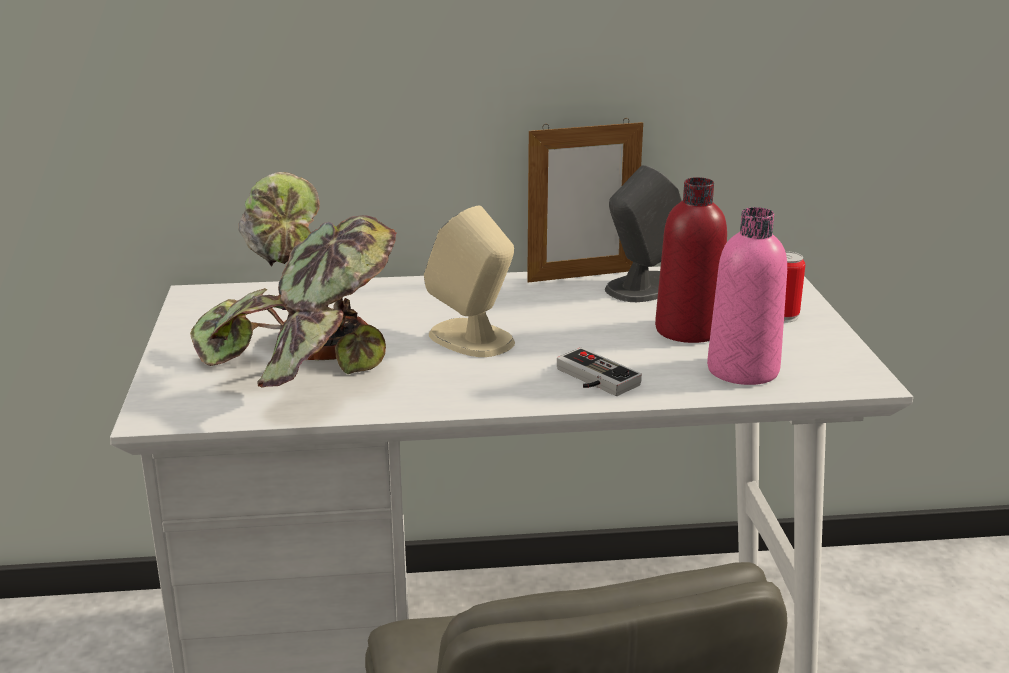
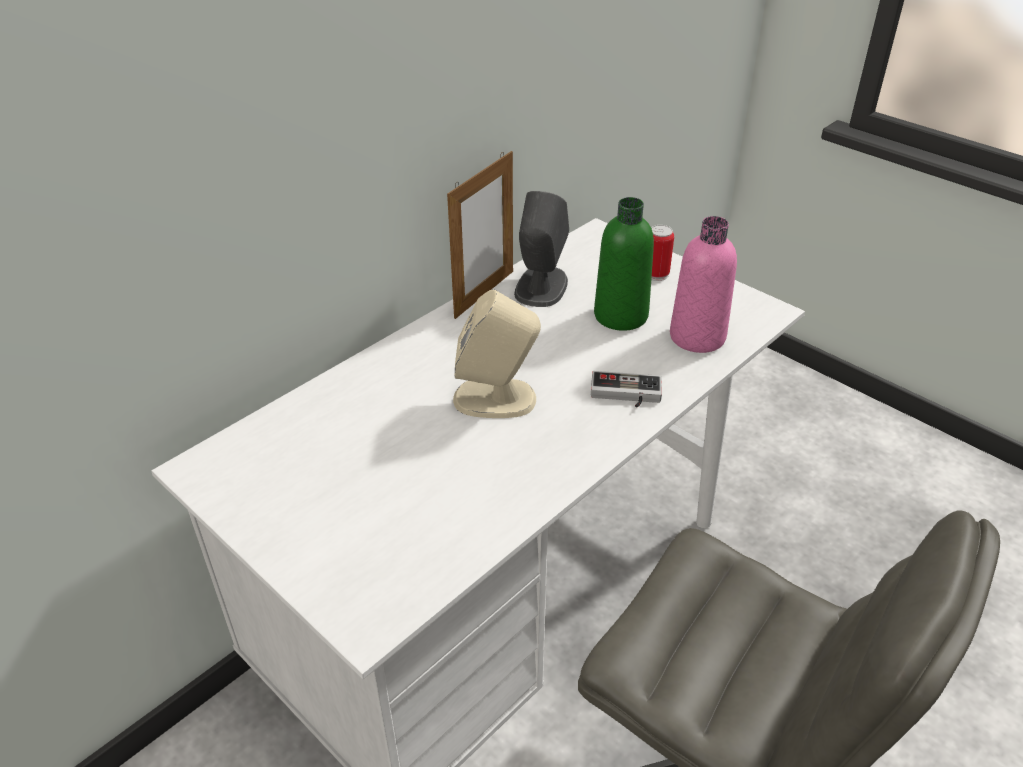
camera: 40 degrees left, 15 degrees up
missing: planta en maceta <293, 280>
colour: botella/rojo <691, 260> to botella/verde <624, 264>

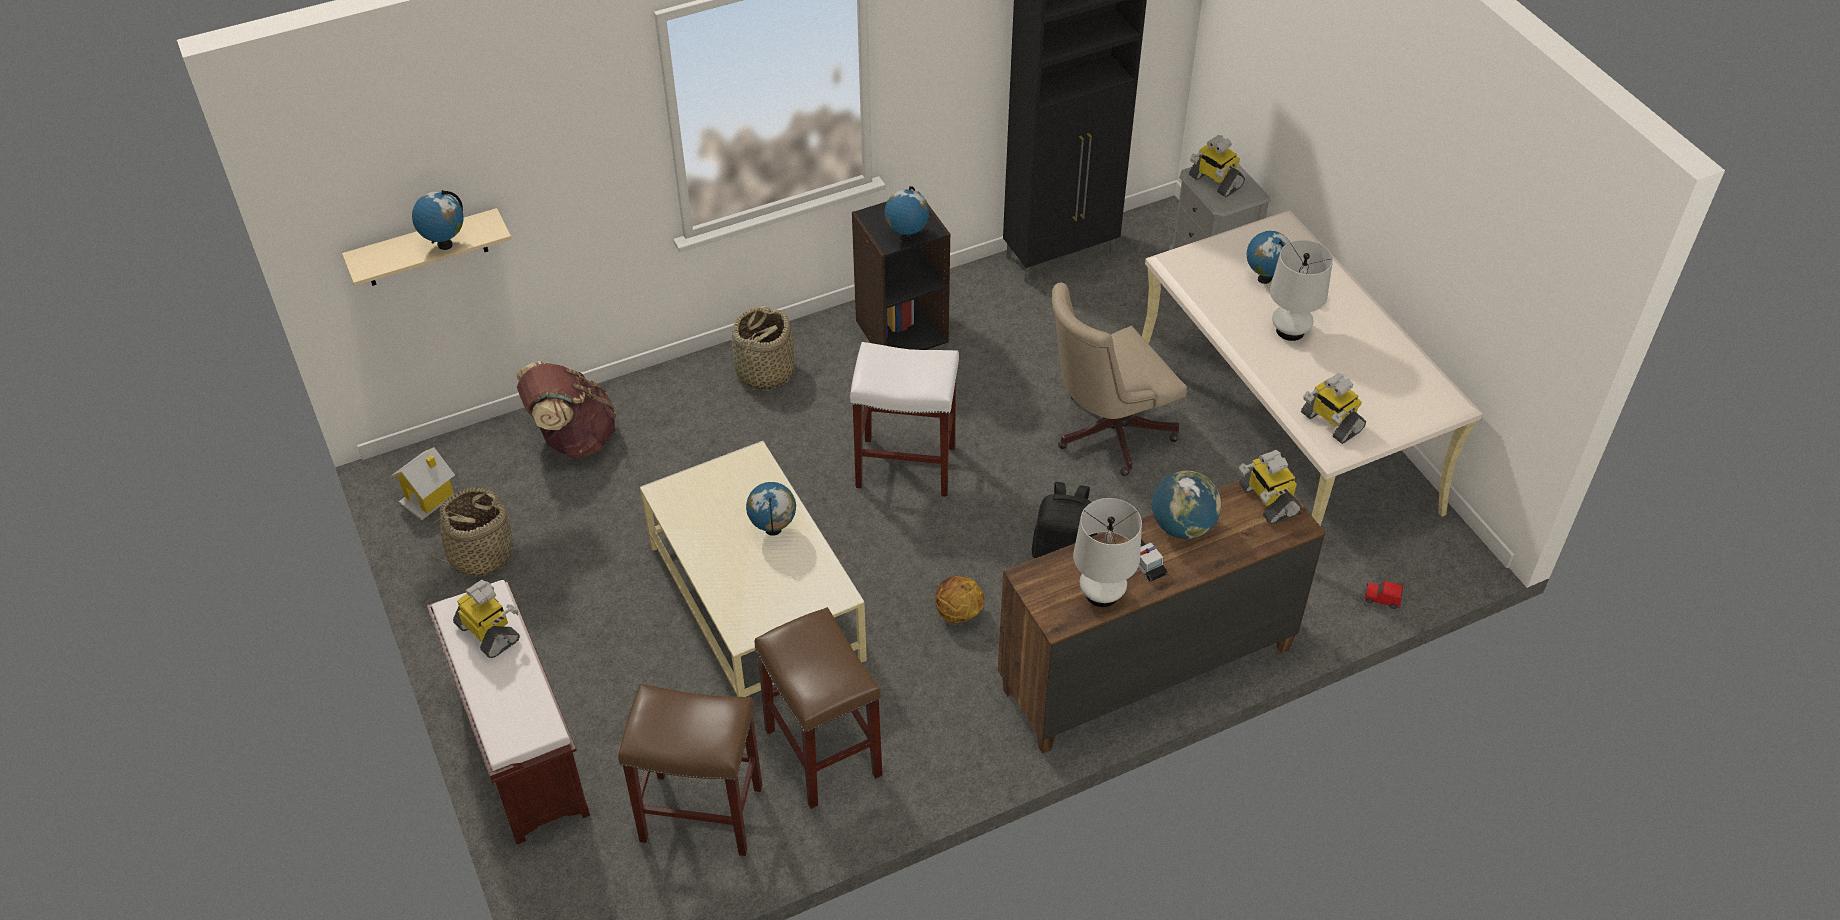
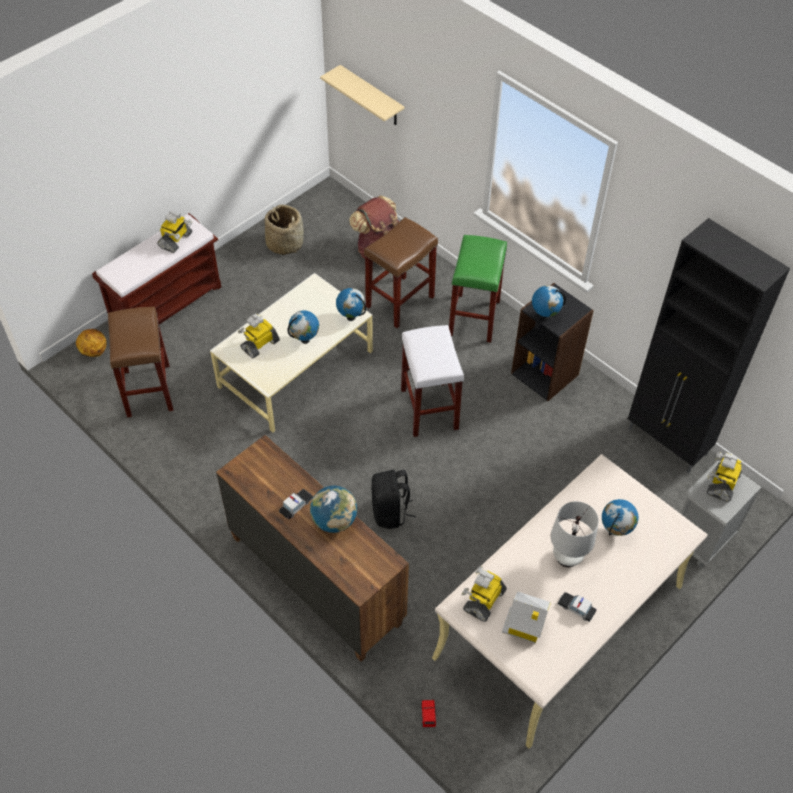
camera: 70 degrees right, 5 degrees up
missing: silla de oficina/beis <1119, 379>; lámpara de mesa/blanco <1107, 552>
appeared: coche de juguete <577, 607>
relocated: globo terráqueo <438, 220> to <351, 304>; casita <423, 483> to <526, 617>; robot de juguete <1270, 487> to <259, 336>; balón de baloncesto <960, 600> to <91, 343>; taburete/marrón <818, 708> to <401, 272>
exchanged: cesta <763, 347> to taburete/verde <478, 289>

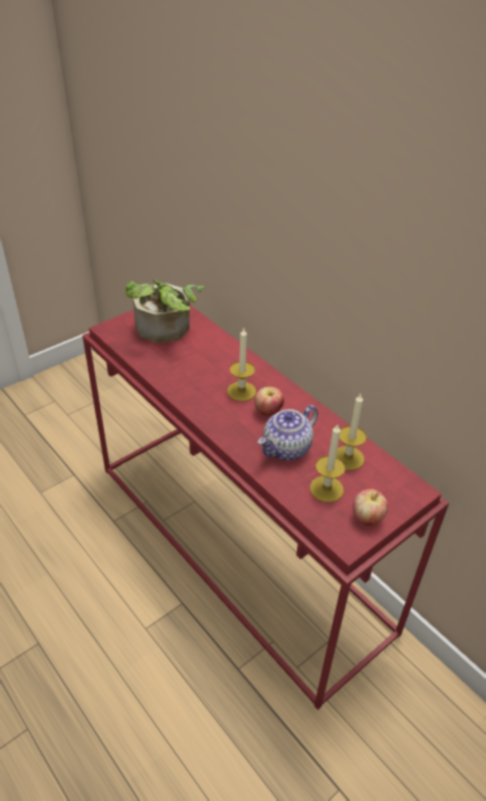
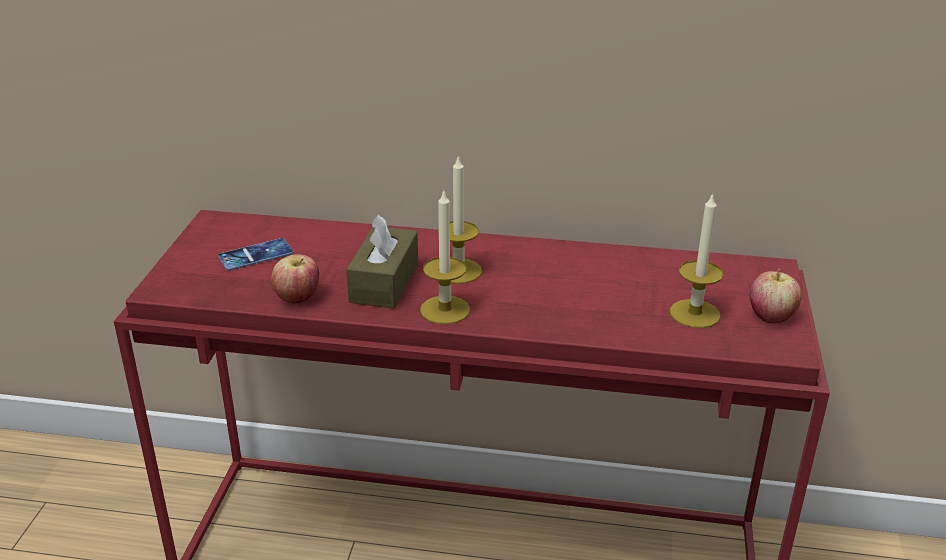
camera: 40 degrees left, 10 degrees down
missing: tetera <288, 432>
appeared: caja de pañuelos/marrón <382, 261>
relocated: manzana <269, 401> to <295, 279>; vela <351, 431> to <445, 257>
exchanged: planta en maceta <164, 311> to móvil <256, 254>

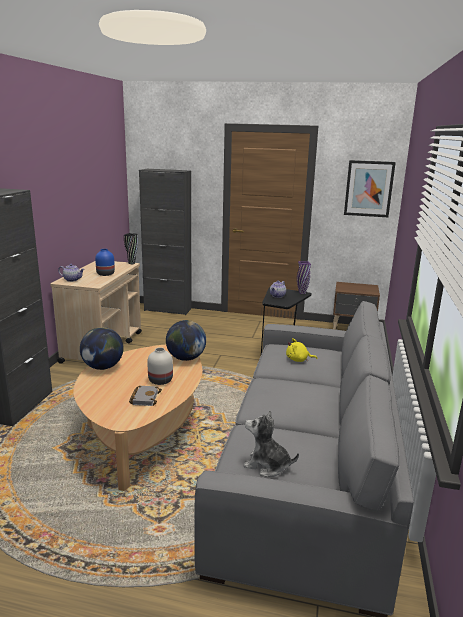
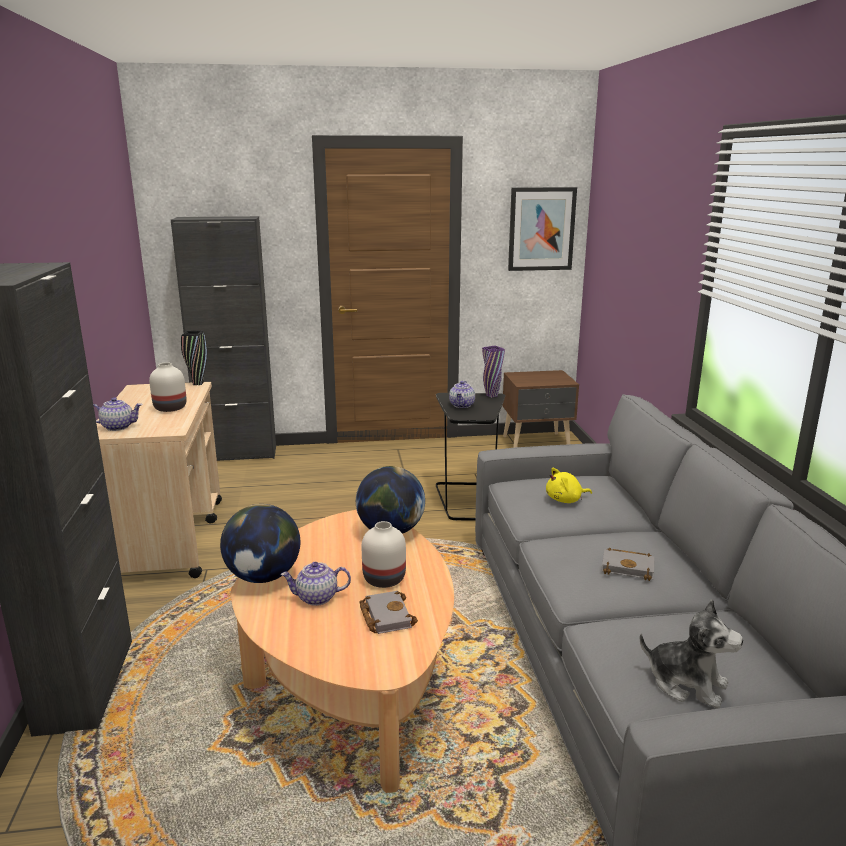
camera: 20 degrees left, 0 degrees up
appeared: libro/gris <627, 564>; tetera <316, 584>
colour: florero/azul <105, 262> to florero/blanco <168, 387>
spun: peluche <271, 443> = <691, 654> 150 degrees counterclockwise

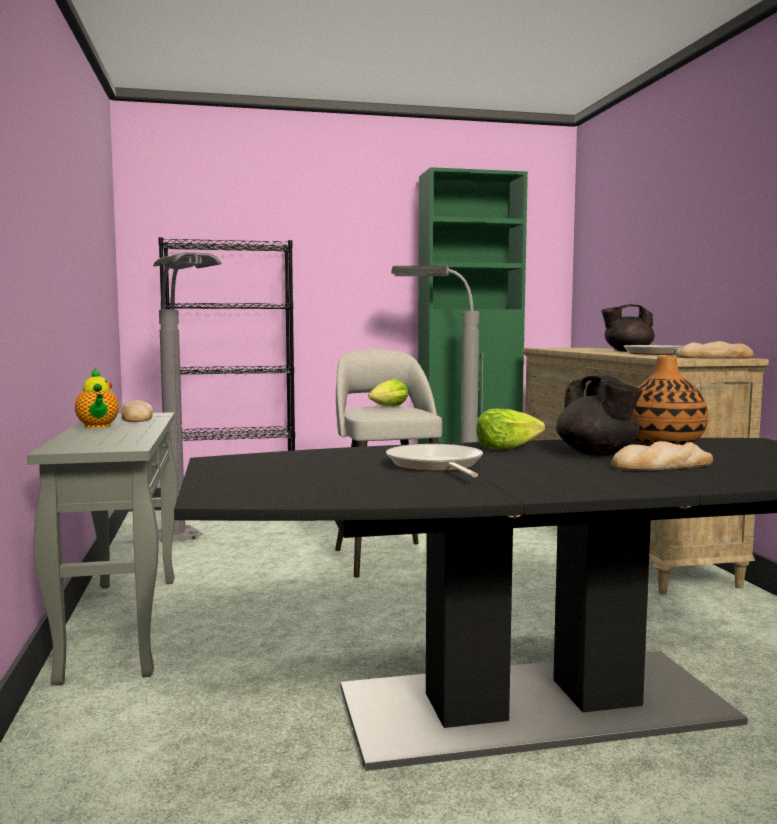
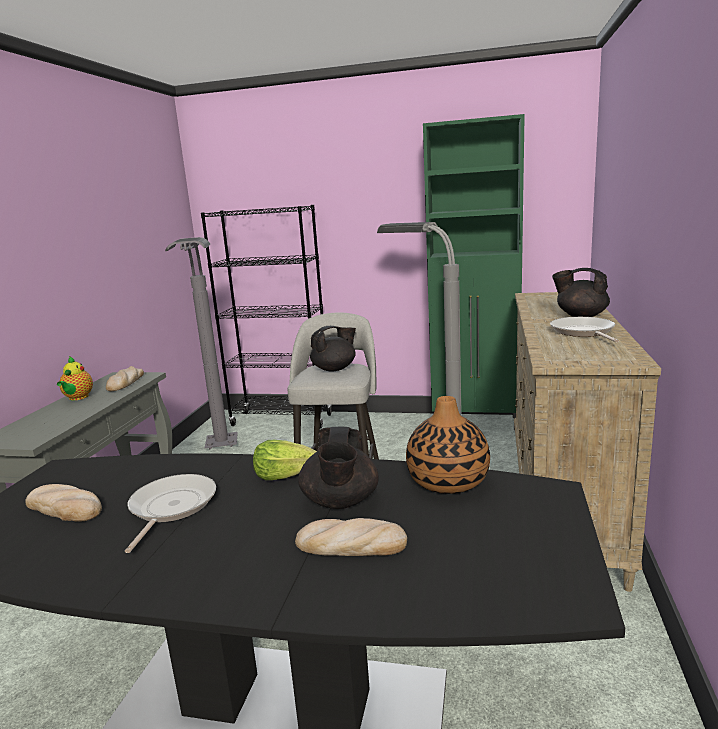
camera: 25 degrees right, 10 degrees up
relocated: pan <715, 349> to <63, 503>
exchanged: lechuga <388, 392> to tetera/negro <333, 348>

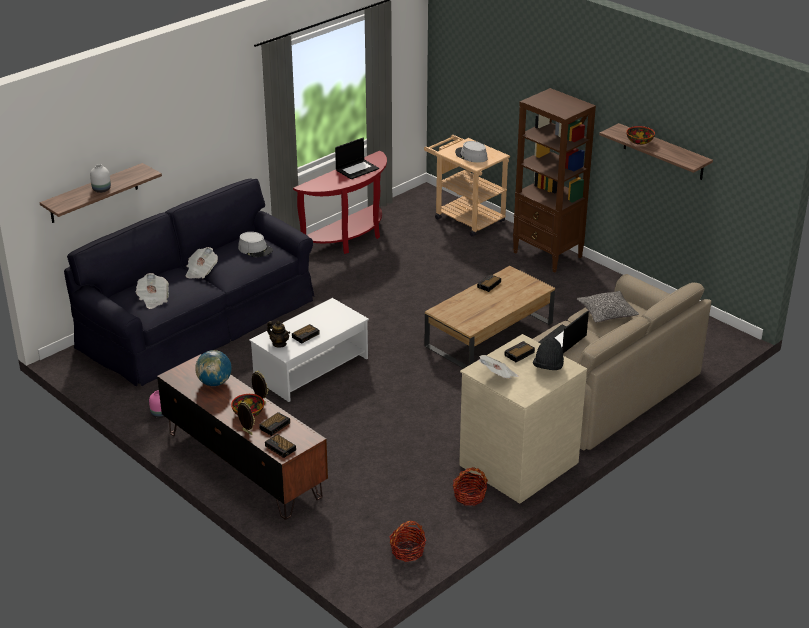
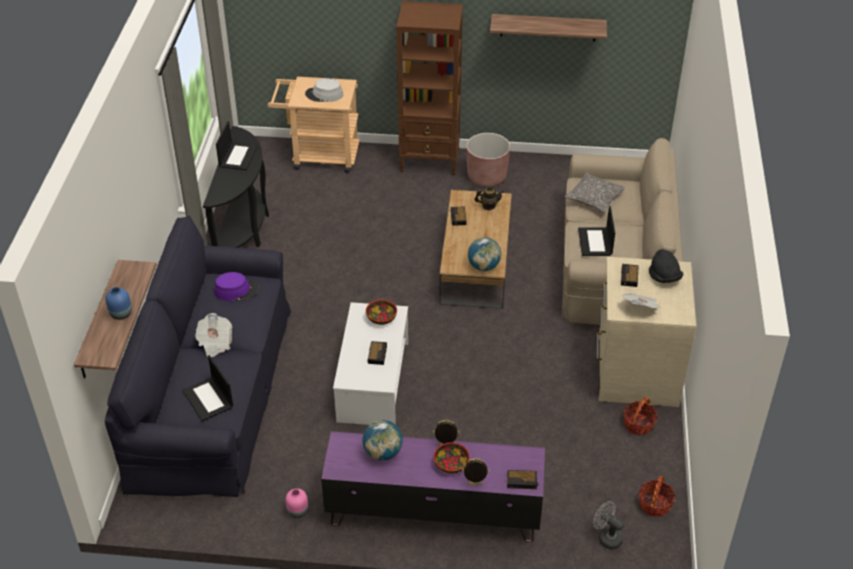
camera: 40 degrees left, 10 degrees up
missing: despertador <274, 424>
appeared: maceta/marrón <488, 160>; globo terráqueo <484, 254>; ventilador/gris <608, 525>
relocated: cuenco <640, 135> to <381, 312>; tetera <278, 334> to <489, 197>
exchanged: periódico <152, 291> to portátil <207, 388>
colour: mesa consola/rojo <340, 202> to mesa consola/negro <236, 187>; florero/blanco <100, 178> to florero/azul <118, 303>; sombrero/gris <255, 244> to sombrero/morado <236, 286>; mueble de televisión/marrón <242, 437> to mueble de televisión/morado <433, 486>

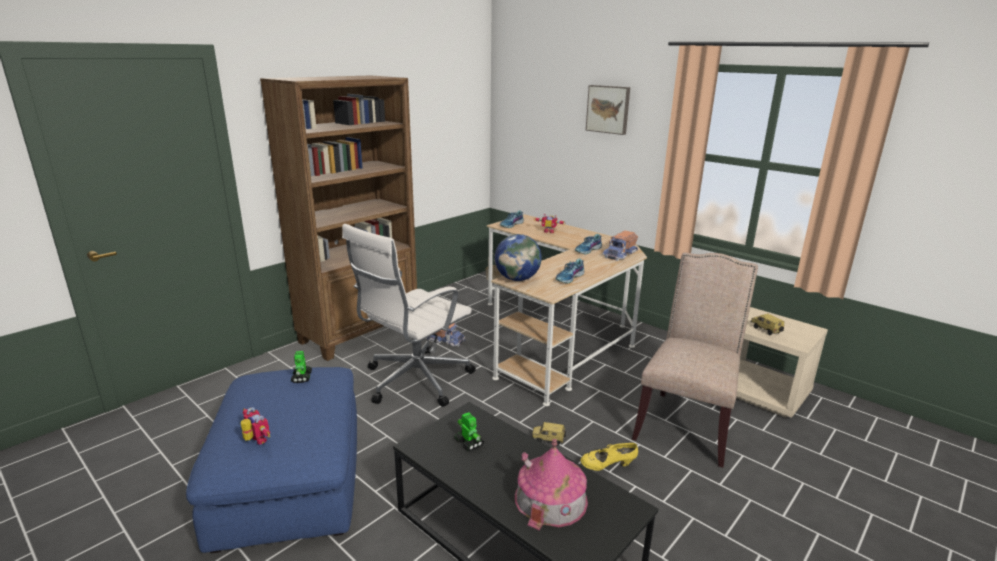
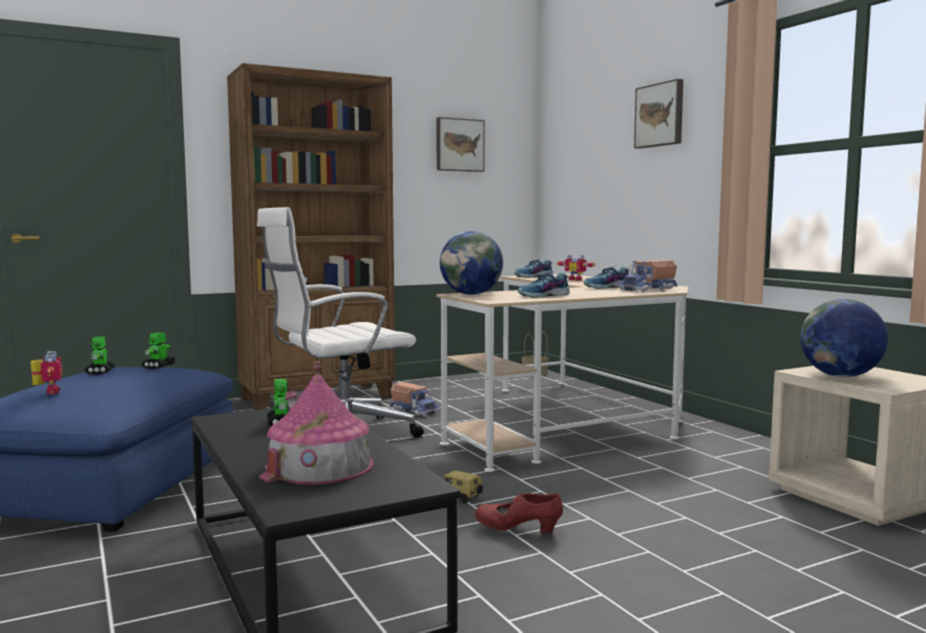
camera: 20 degrees right, 15 degrees down
missing: silla/beis <695, 360>
appeared: cuadro <460, 144>; robot de juguete <100, 355>
exchanged: coche de juguete <767, 324> to globo terráqueo <844, 338>
colour: zapato/amarillo <609, 457> to zapato/rojo <519, 513>

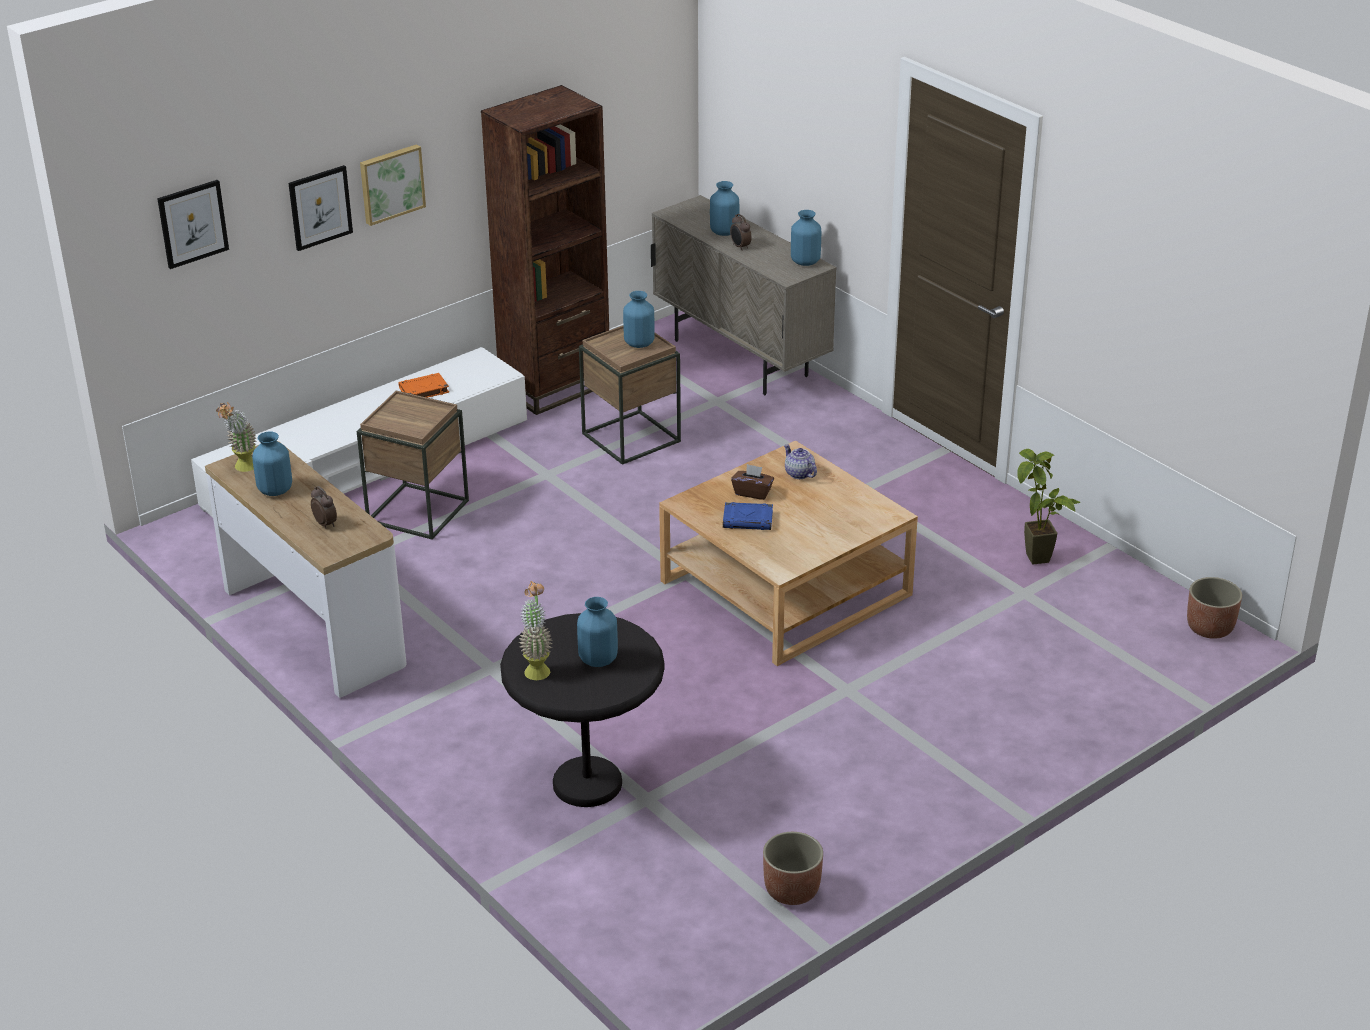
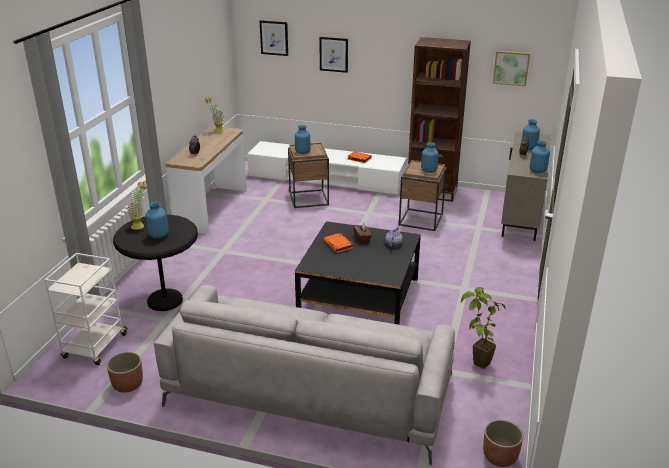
camera: 55 degrees right, 5 degrees down
appeared: carrito/blanco <86, 309>; sofá/gris <304, 375>
relocated: cuadro <393, 185> to <511, 68>; florero/azul <272, 464> to <302, 139>
colour: mesa de centro/beis <788, 553> to mesa de centro/negro <358, 273>; libro/azul <748, 516> to libro/naranja <338, 243>

